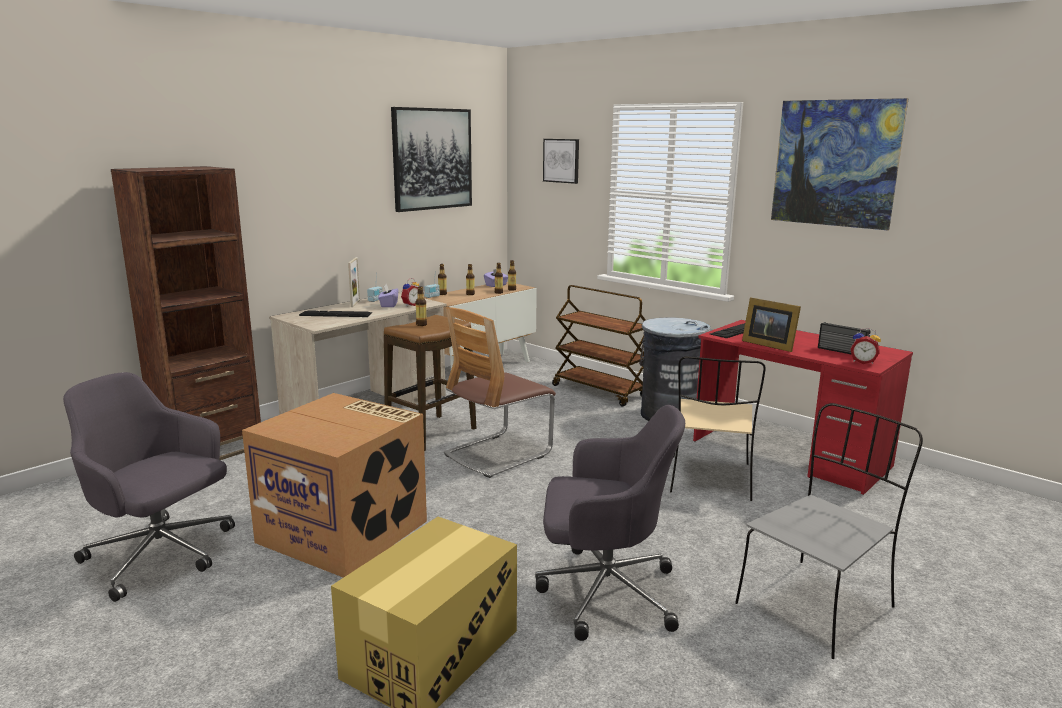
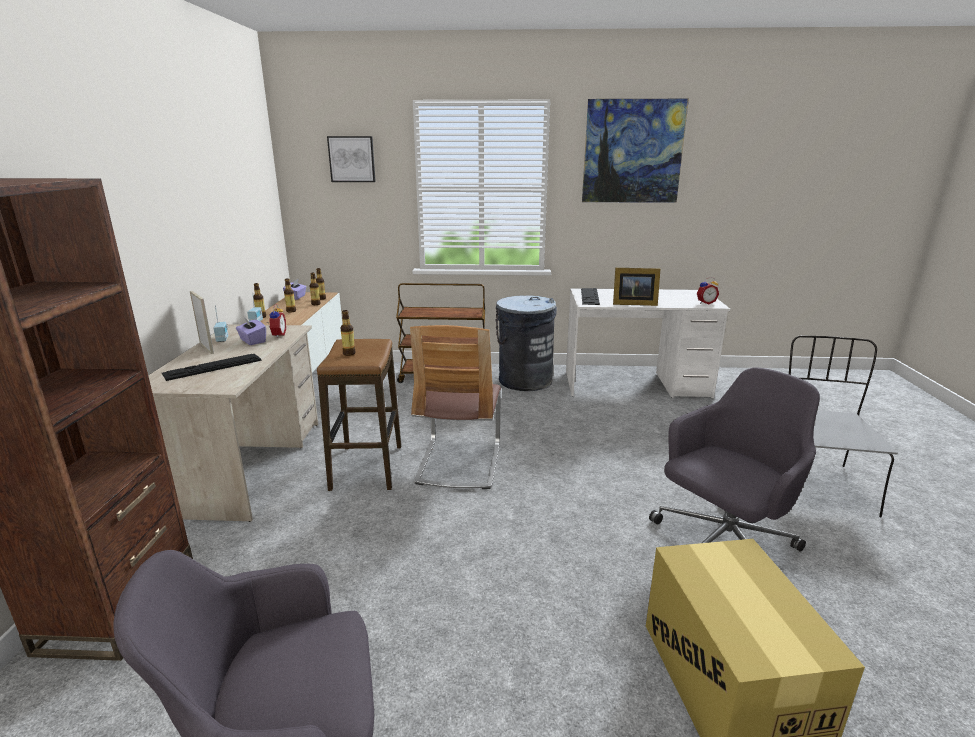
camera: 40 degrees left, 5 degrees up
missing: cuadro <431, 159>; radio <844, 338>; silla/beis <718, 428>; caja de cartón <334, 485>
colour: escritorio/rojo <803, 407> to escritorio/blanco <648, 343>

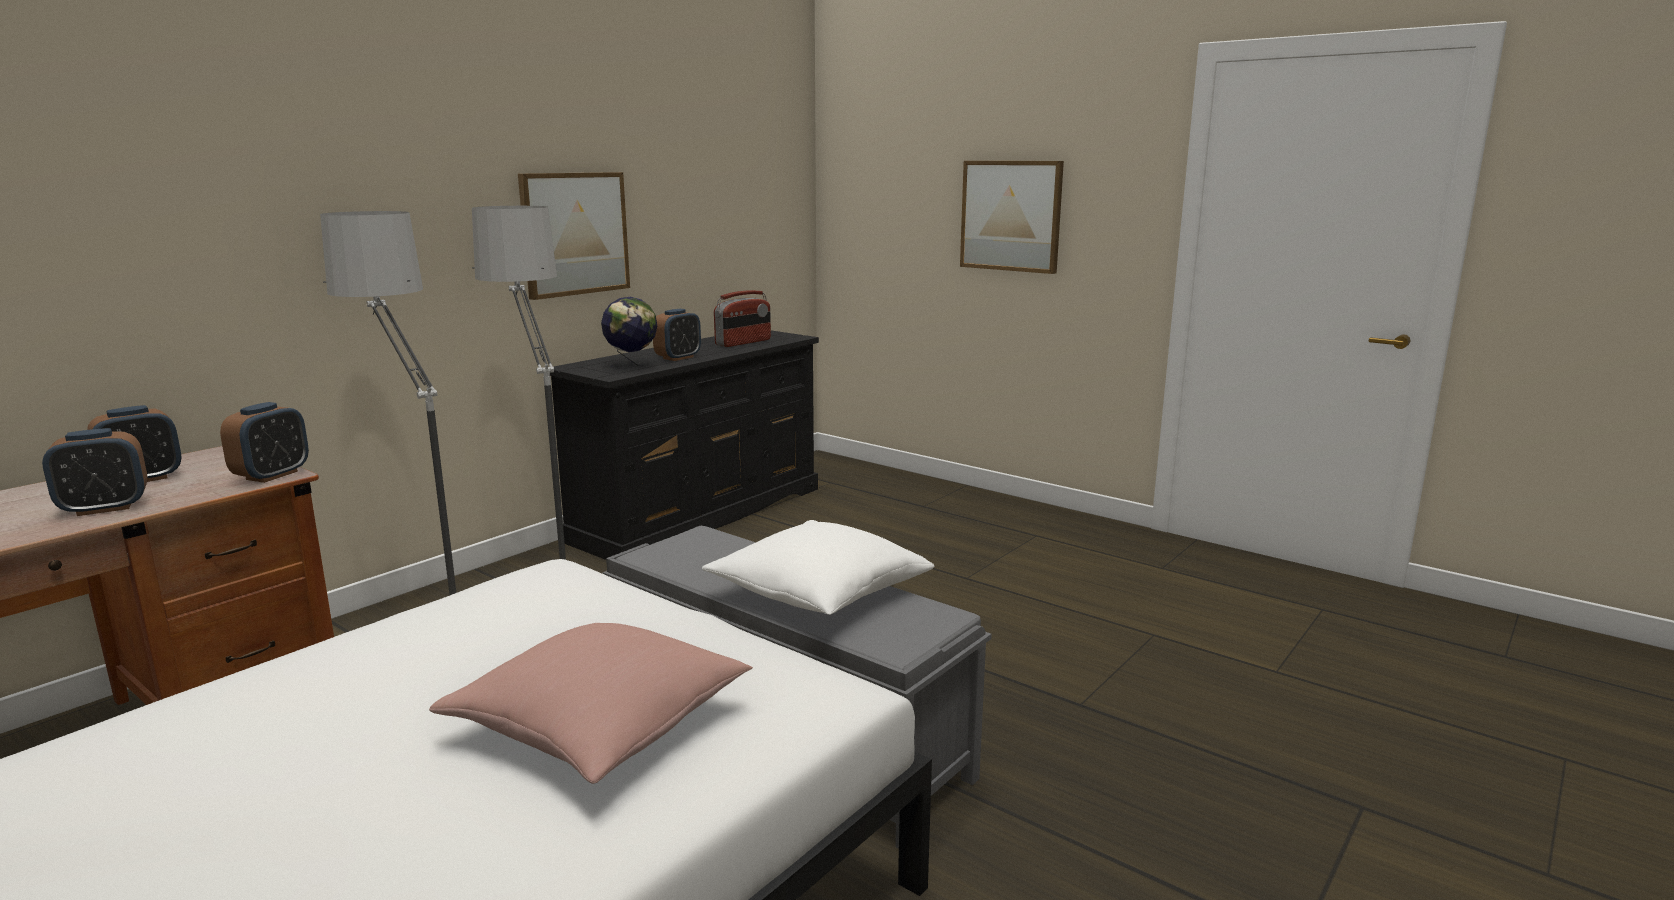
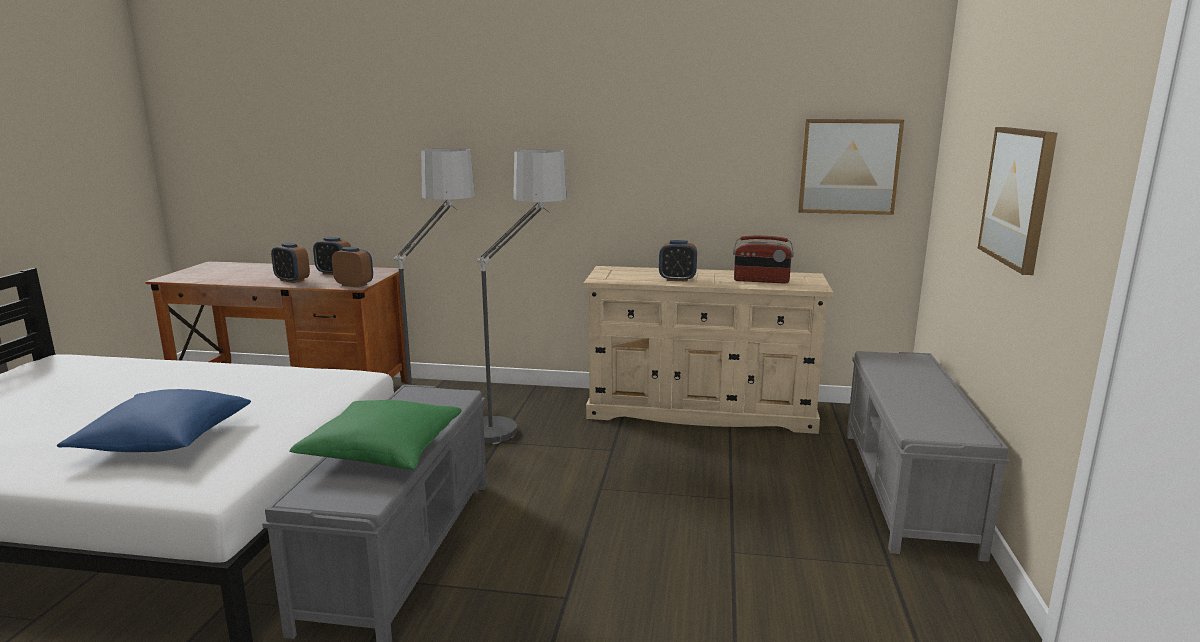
camera: 60 degrees right, 0 degrees up
missing: globo terráqueo <629, 333>
appeared: banco/gris <928, 456>
relocated: cuadro <574, 236> to <851, 167>
colour: cómoda/negro <684, 445> to cómoda/beis <708, 350>; cojín/blanco <818, 567> to cojín/verde <375, 435>; cojín/rosa <591, 703> to cojín/azul <154, 420>
spun: despertador <264, 442> = <352, 267> 150 degrees counterclockwise

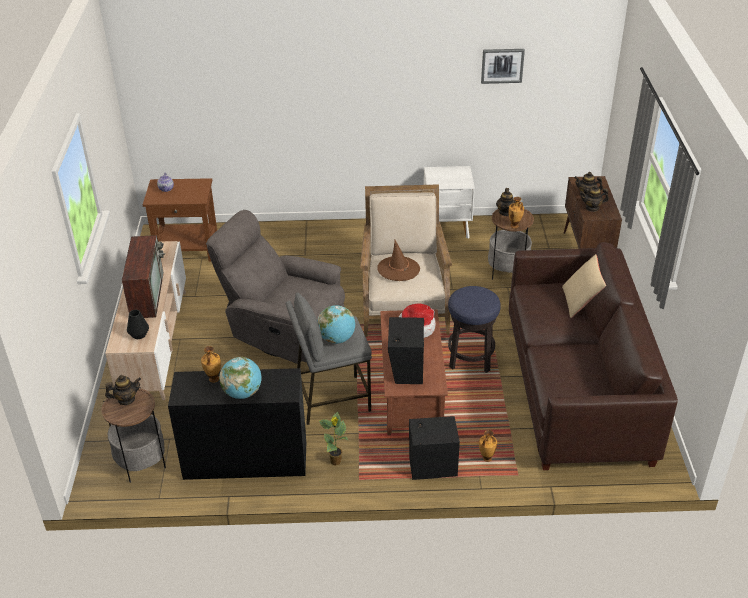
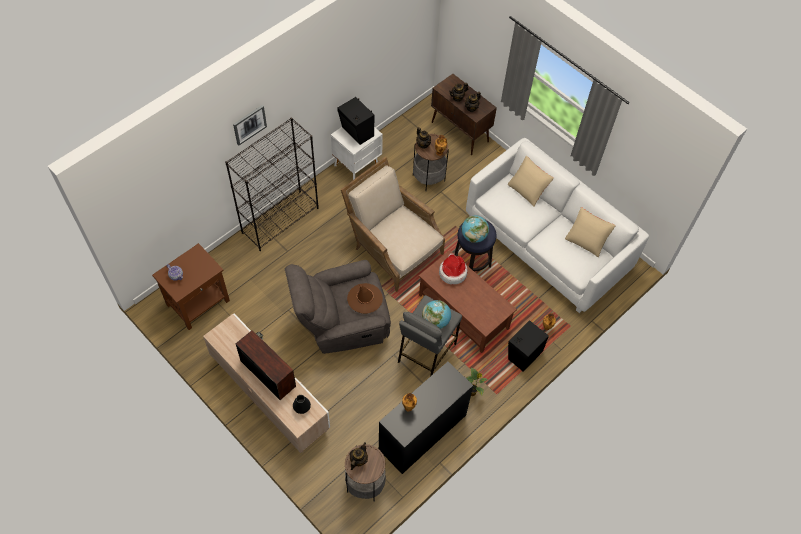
camera: 45 degrees left, 20 degrees up
appeared: estantería/negro <272, 184>; cojín/beis <590, 232>
relocated: cuadro <503, 66> to <250, 125>; sombrero/marrón <398, 260> to <365, 298>; altavoz/negro <406, 350> to <355, 121>; globo terráqueo <240, 378> to <475, 229>
colour: sofá/marrón <593, 356> to sofá/blanco <557, 225>

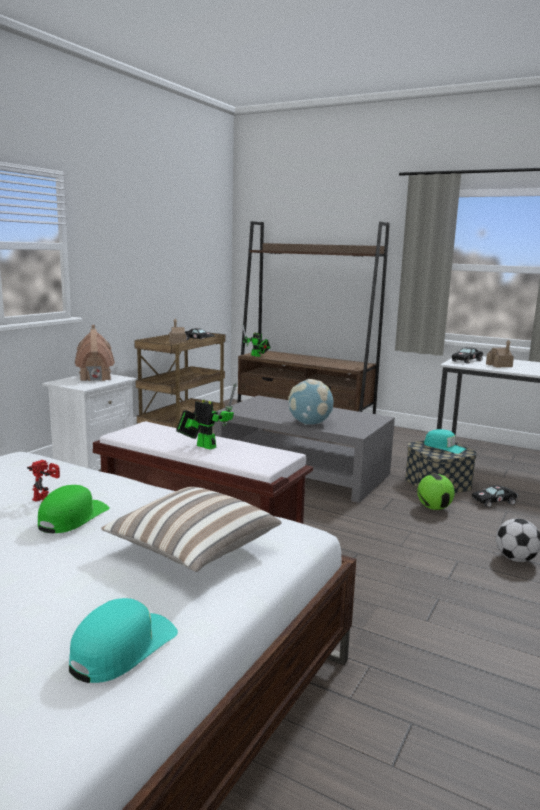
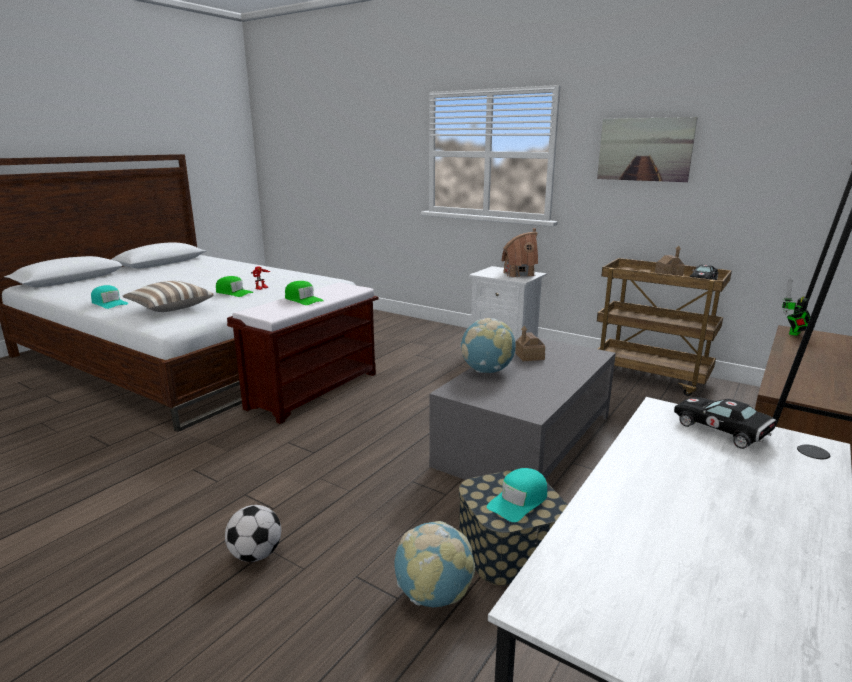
camera: 95 degrees right, 5 degrees up
missing: balón de fútbol <436, 492>
appeared: cuadro <647, 149>
relocated: casita <500, 354> to <530, 343>
exchanged: robot de juguete <206, 416> to gorra/verde <304, 293>; coche de juguete/negro <495, 496> to globo terráqueo <435, 564>

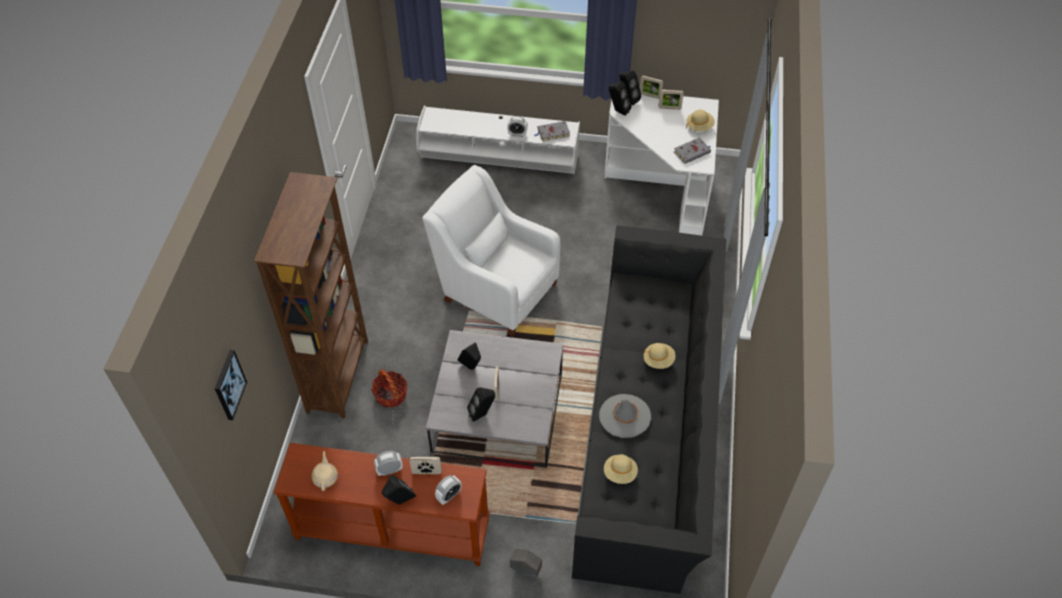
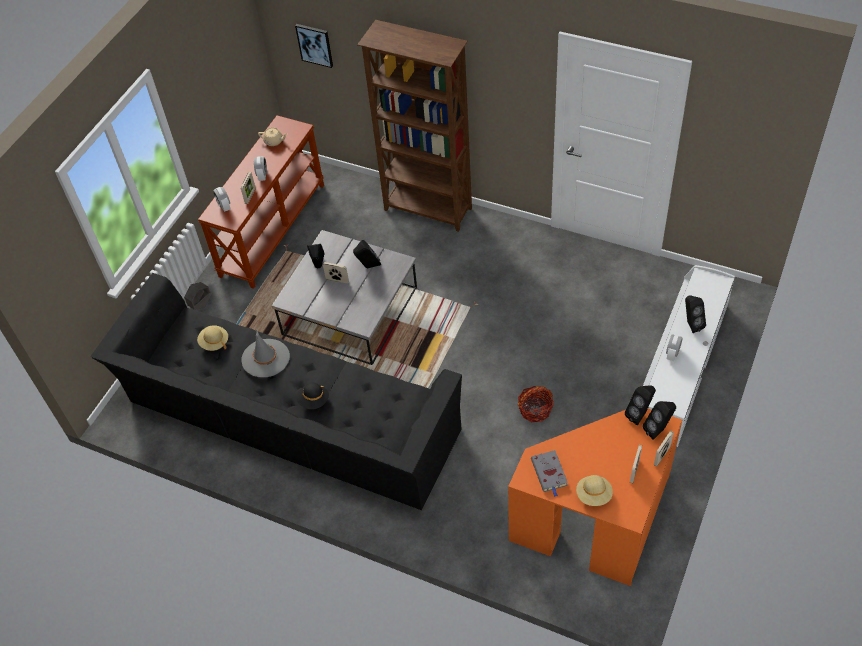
camera: 110 degrees right, 0 degrees up
missing: libro/gris <552, 131>; sillón/blanco <491, 250>
relocated: cesta <389, 388> to <535, 404>; altavoz/negro <399, 489> to <695, 314>
colour: escritorio/blanco <661, 165> to escritorio/naranja <595, 497>; sombrero/beis <659, 356> to sombrero/negro <313, 396>

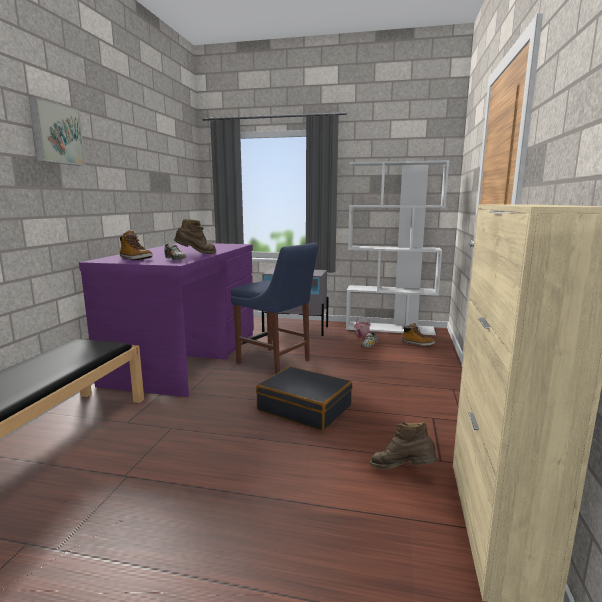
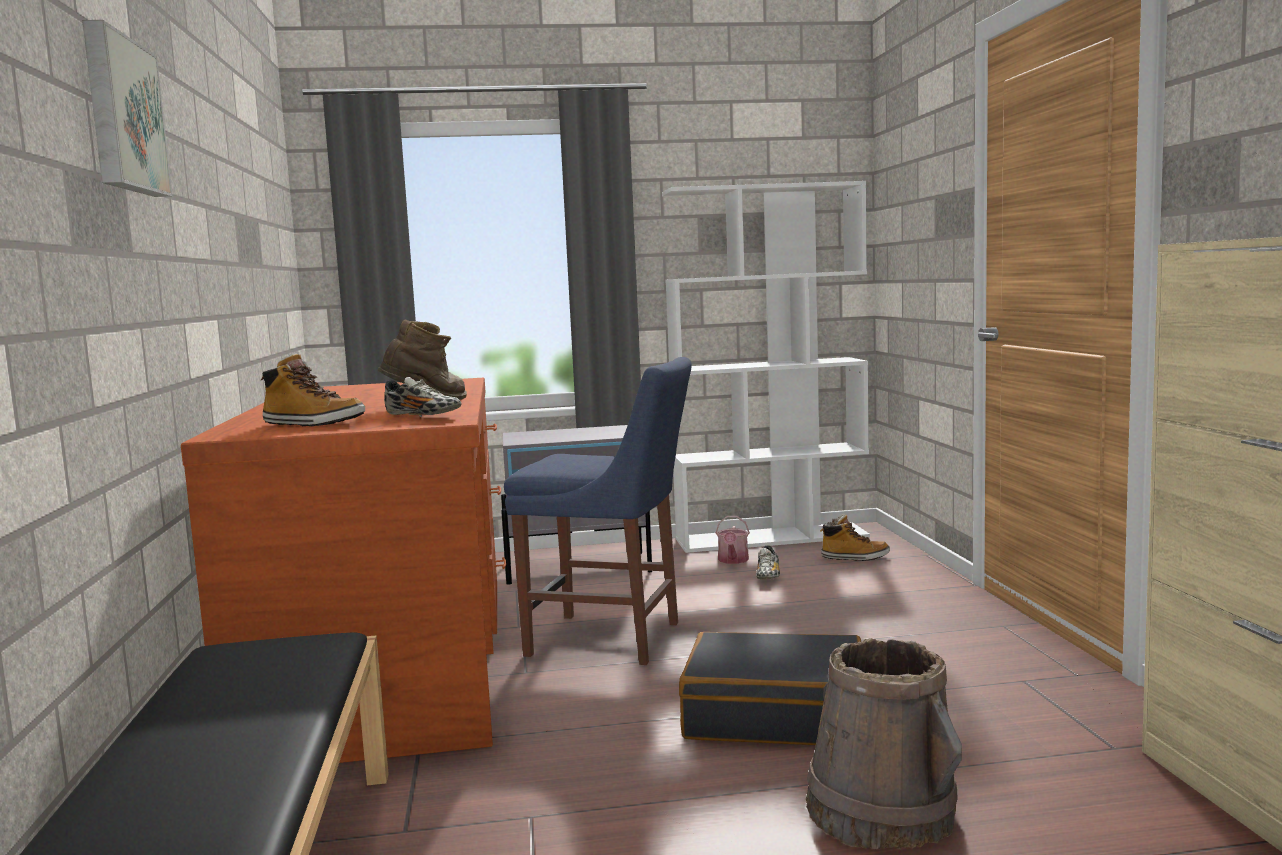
camera: 20 degrees left, 5 degrees down
missing: bota/marrón <403, 445>
appeared: cubo/marrón <884, 744>
colour: escritorio/morado <166, 320> to escritorio/marrón <343, 570>

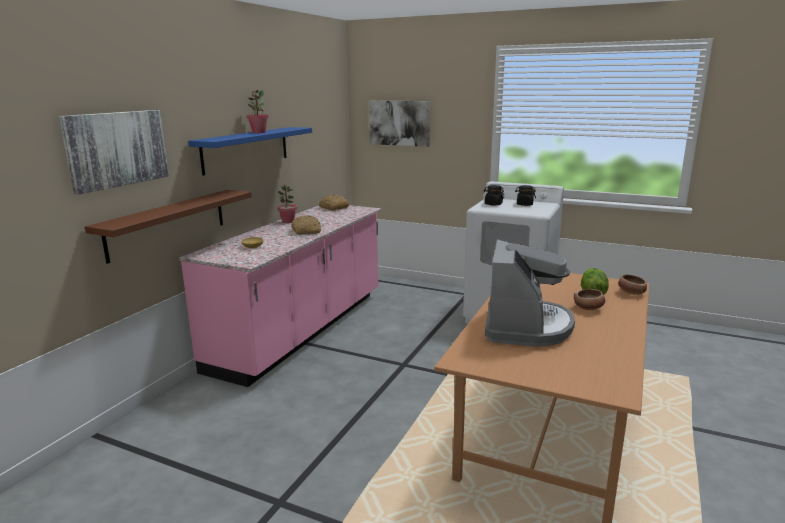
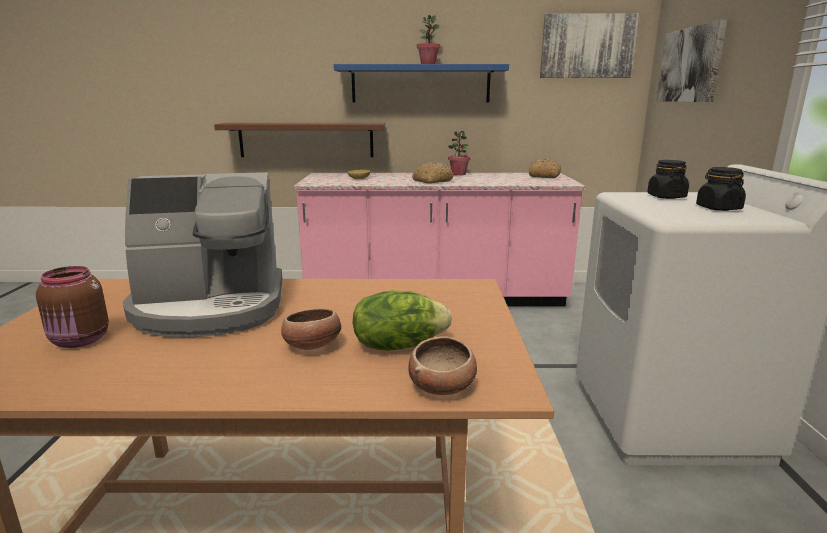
camera: 65 degrees right, 0 degrees up
appeared: tarro/marrón <72, 307>
relocated: cuadro <114, 152> to <589, 45>

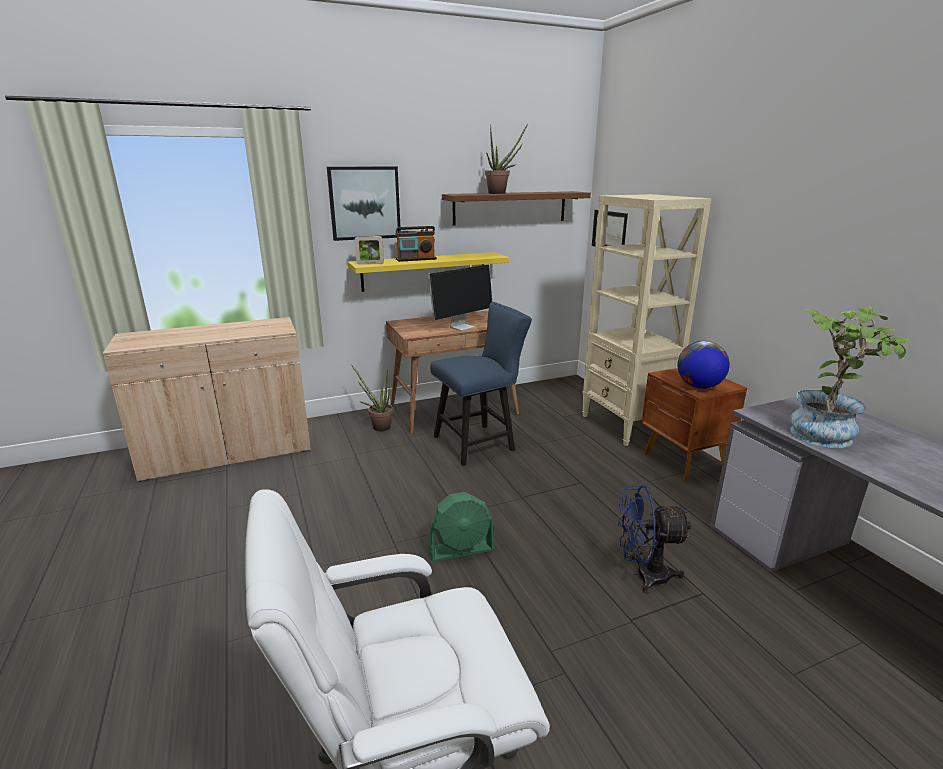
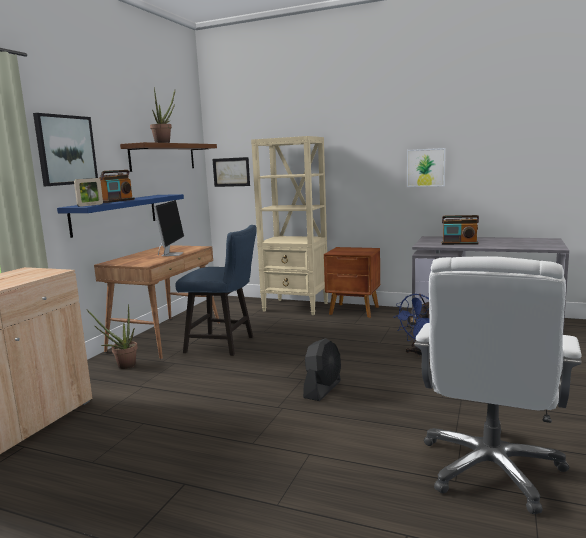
camera: 45 degrees left, 10 degrees down
missing: globo terráqueo <703, 365>
appeared: cuadro <426, 167>
exchanged: planta en maceta <849, 377> to radio <460, 230>
colour: estante/amarillo <428, 272> to estante/azul <120, 216>; ventilador/verde <461, 526> to ventilador/negro <322, 369>
spun: silla/azul <481, 384> = <216, 290> 90 degrees clockwise

